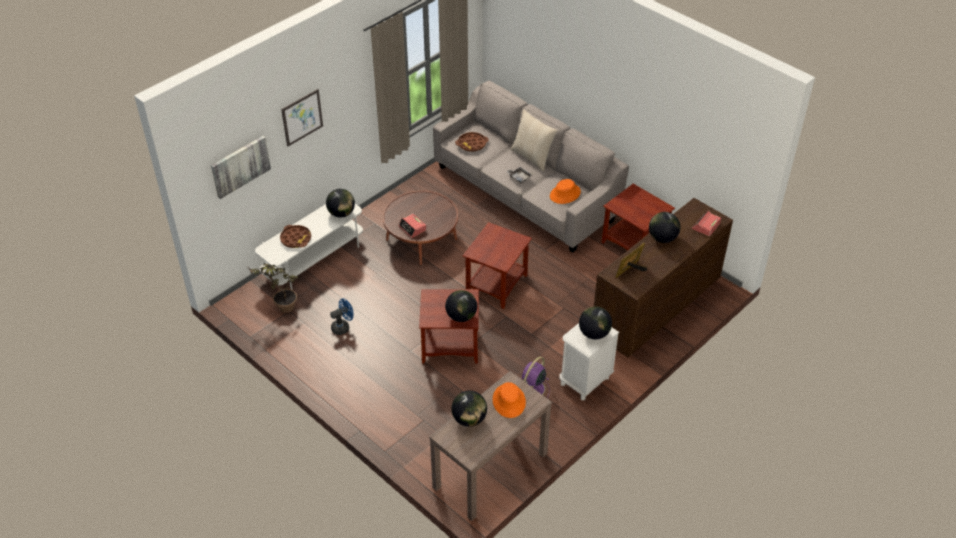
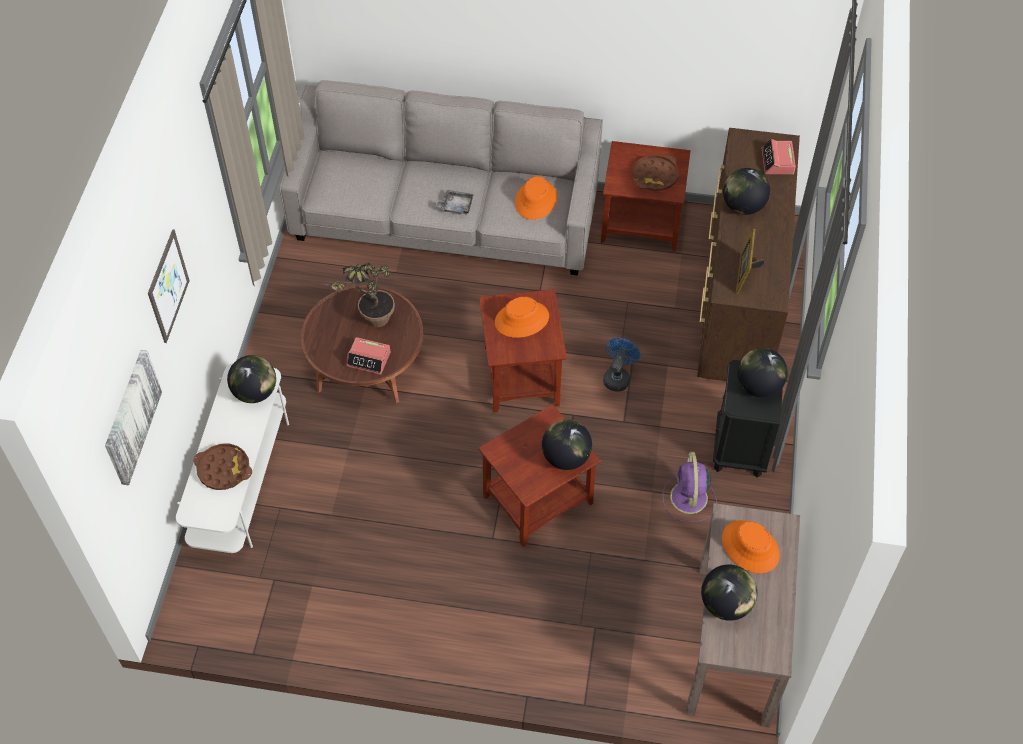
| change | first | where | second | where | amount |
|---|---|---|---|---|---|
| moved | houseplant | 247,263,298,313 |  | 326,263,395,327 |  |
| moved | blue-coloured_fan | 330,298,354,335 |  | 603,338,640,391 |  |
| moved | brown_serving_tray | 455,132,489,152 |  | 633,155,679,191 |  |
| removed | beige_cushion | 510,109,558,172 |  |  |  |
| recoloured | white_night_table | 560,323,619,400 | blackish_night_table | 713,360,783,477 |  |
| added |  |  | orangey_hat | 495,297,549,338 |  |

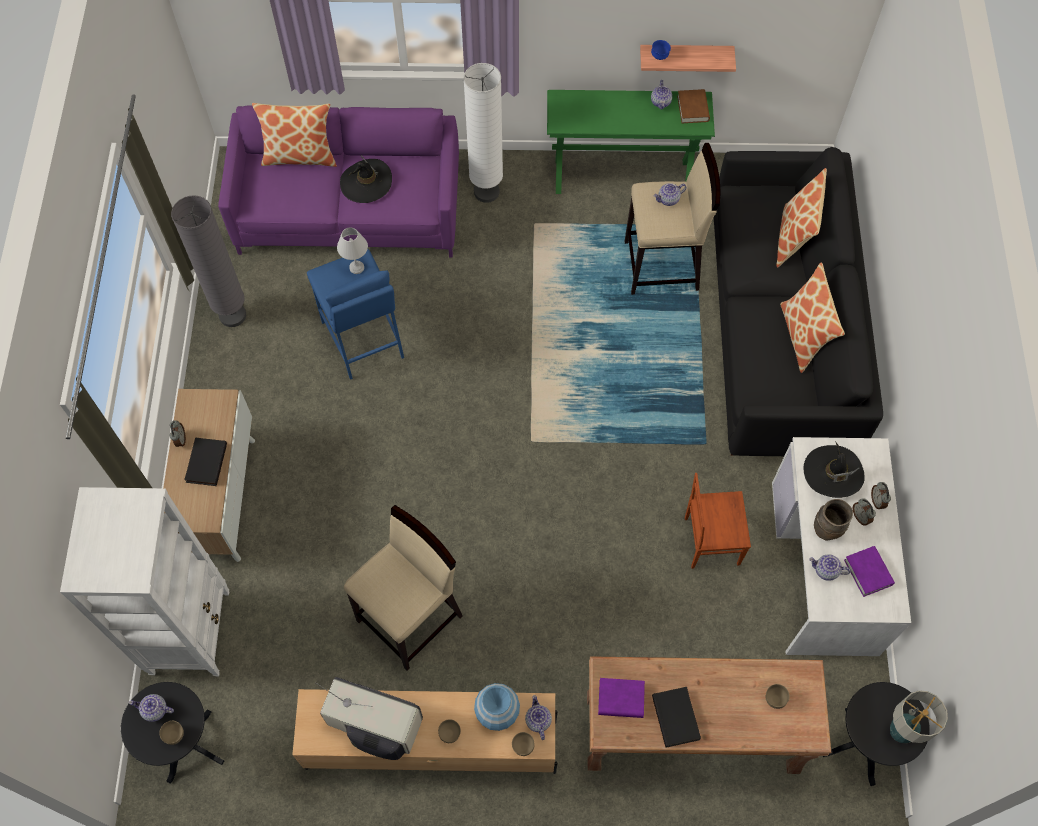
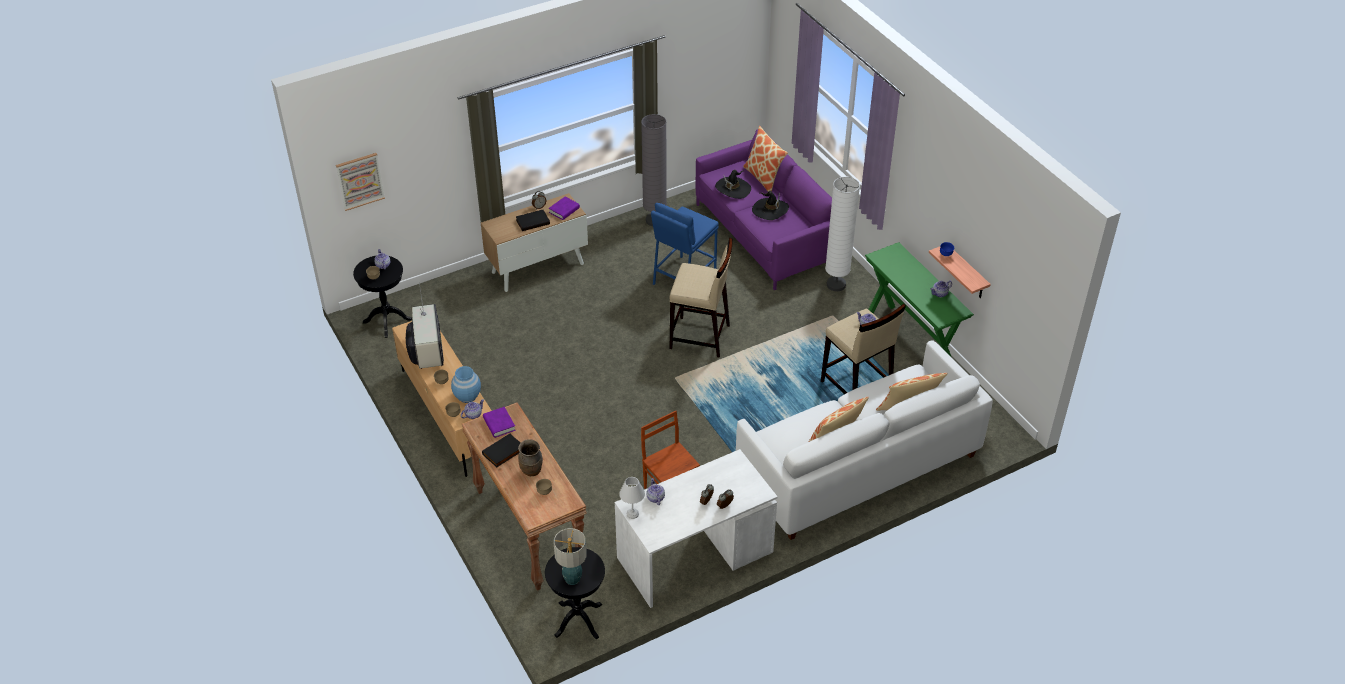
| change | first | where | second | where | amount |
|---|---|---|---|---|---|
| removed | white_shelving_unit | 60,487,229,676 |  |  |  |
| moved | white_lamp_for_a_table | 337,227,368,274 |  | 619,477,645,519 |  |
| moved | beige_stool | 344,505,463,671 |  | 669,238,732,358 |  |
| removed | brown_book | 677,89,710,123 |  |  |  |
| recoloured | blackish_settee | 714,147,883,456 | white_settee | 736,340,993,540 |  |
| moved | blackish_hat | 804,441,865,498 |  | 715,170,751,199 |  |
| moved | brown_decorative_vase | 814,499,853,540 |  | 518,439,543,476 |  |
| moved | purple-coloured_book | 844,546,895,597 |  | 549,197,580,220 |  |
| added |  |  | wall_picture | 336,153,385,211 |  |

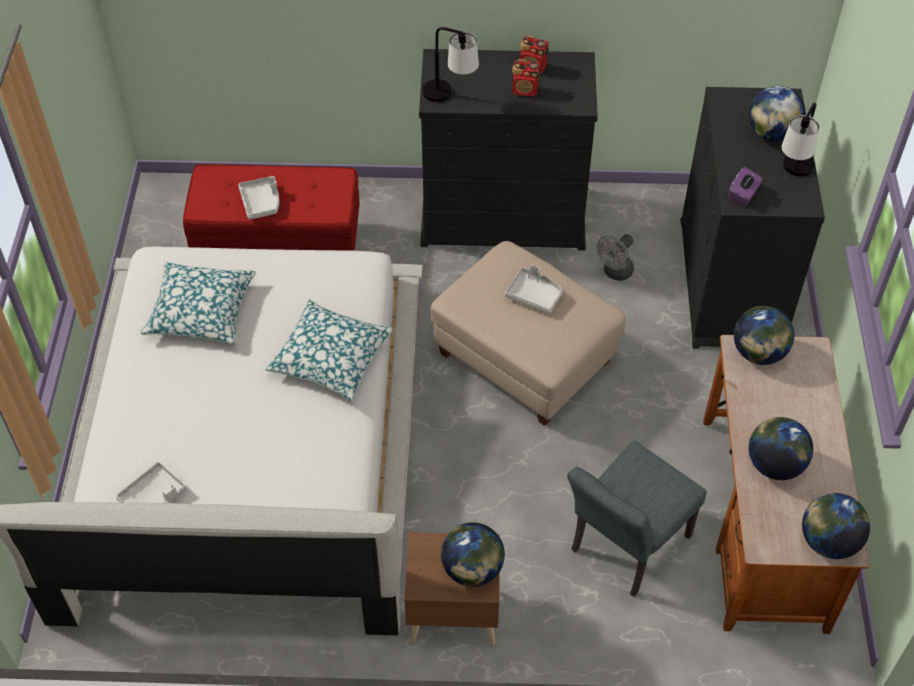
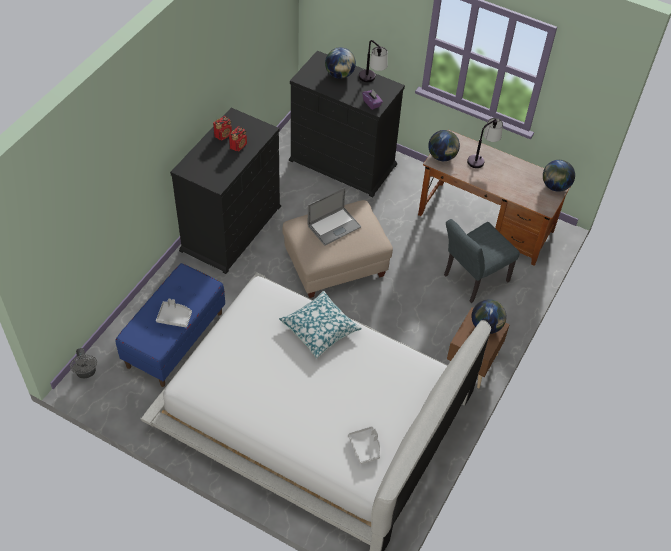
| change | first | where | second | where | amount |
|---|---|---|---|---|---|
| removed | cushion | 140,262,256,344 |  |  |  |
| recoloured | red-coloured_long_seat | 183,164,360,251 | blue-coloured_long_seat | 116,263,225,387 |  |
| moved | lamp_for_a_table | 422,27,479,102 |  | 467,118,503,168 |  |
| replaced | gray_serving_tray | 505,264,563,314 | laptop | 308,187,361,246 |  |
| turned | gray_plain_chair | 567,441,707,597 |  | 444,219,520,303 | 75 degrees clockwise |
| moved | gray_fan | 597,234,634,281 |  | 70,348,97,379 |  |
| removed | world_globe | 749,417,813,480 |  |  |  |

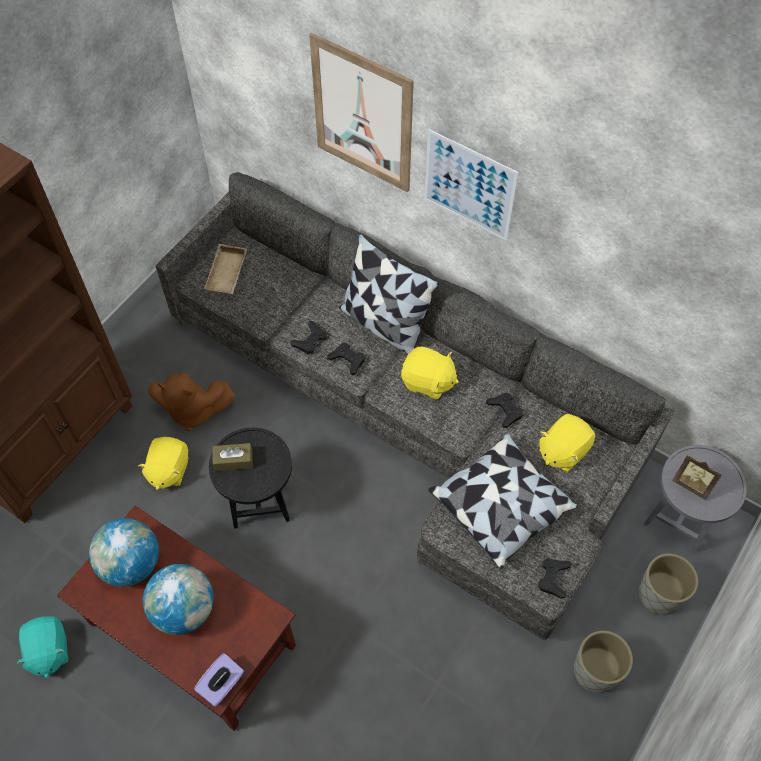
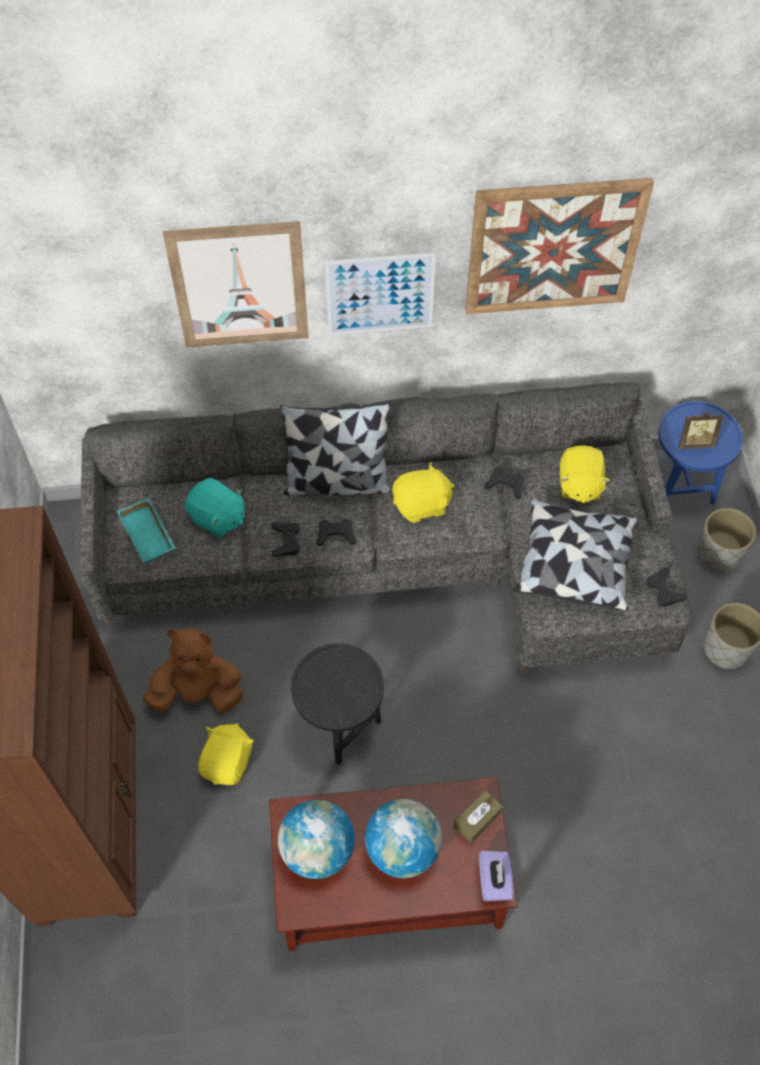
| change | first | where | second | where | amount |
|---|---|---|---|---|---|
| moved | turquoise_cuddly_toy | 16,616,68,678 |  | 184,478,244,538 |  |
| turned | yellowish_cuddly_toy | 138,437,188,490 |  | 198,723,254,785 | 135 degrees counterclockwise |
| turned | brown_cuddly_toy | 148,372,235,431 |  | 143,628,243,713 | 150 degrees counterclockwise |
| recoloured | beige_serving_tray | 204,244,247,294 | turquoise_serving_tray | 117,498,176,564 |  |
| moved | brown_box_of_tissues | 212,443,253,471 |  | 454,790,503,843 |  |
| recoloured | gray_end_table | 644,445,747,554 | blue-coloured_end_table | 658,401,743,504 |  |
| added |  |  | wall_picture | 465,178,654,314 |  |

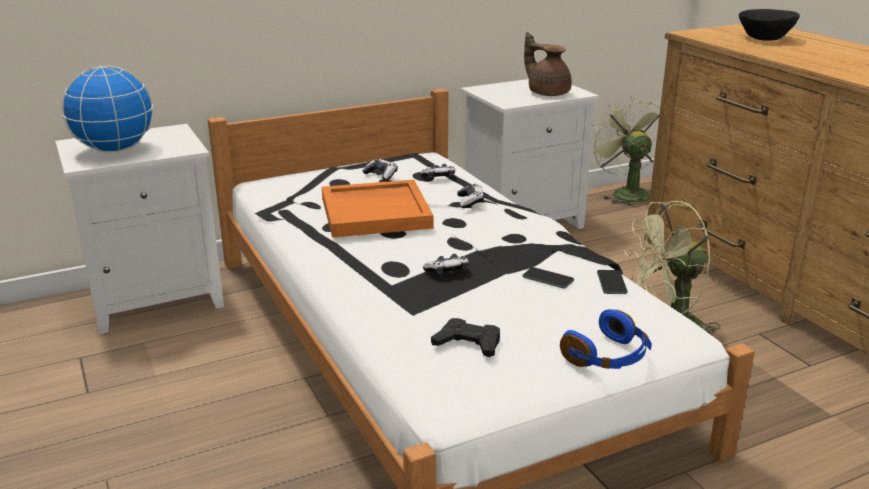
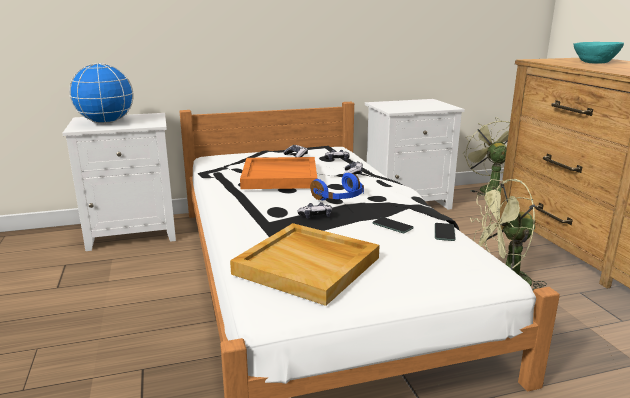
| change | first | where | second | where | amount |
|---|---|---|---|---|---|
| replaced | blackish_game_controller | 431,318,500,357 | beige_serving_tray | 230,223,380,306 |  |
| removed | brown_teapot | 524,32,572,96 |  |  |  |
| moved | blue-coloured_pair_of_headphones | 560,309,652,369 |  | 311,173,364,200 |  |
| recoloured | blackish_serving_bowl | 739,9,800,41 | turquoise_serving_bowl | 573,42,624,63 |  |

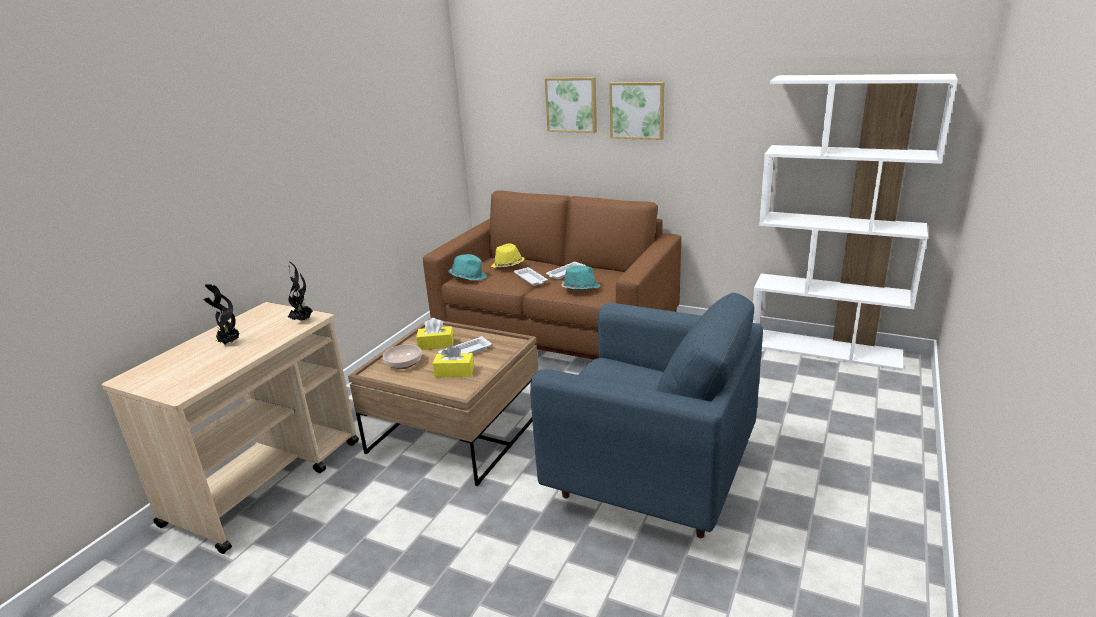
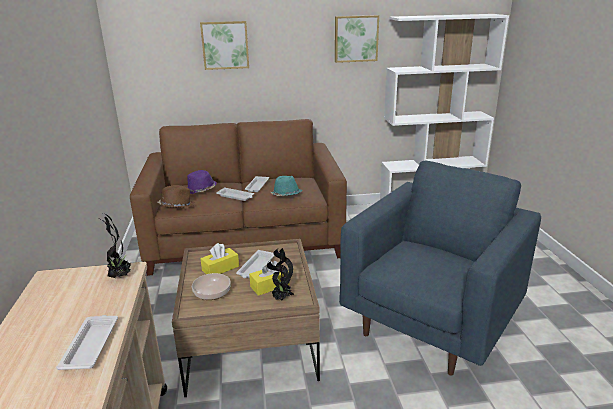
| change | first | where | second | where | amount |
|---|---|---|---|---|---|
| moved | houseplant | 204,284,239,345 |  | 267,248,294,300 |  |
| recoloured | turquoise_hat | 448,254,487,280 | brown_hat | 157,185,195,208 |  |
| recoloured | yellowish_hat | 491,244,525,268 | purple-coloured_hat | 187,170,217,194 |  |
| turned | blue-coloured_easy_chair | 530,292,763,538 |  | 339,161,541,376 | 45 degrees counterclockwise |
| moved | wall_picture | 610,82,664,140 |  | 335,15,379,63 |  |
| added |  |  | white_serving_tray | 56,315,118,370 |  |

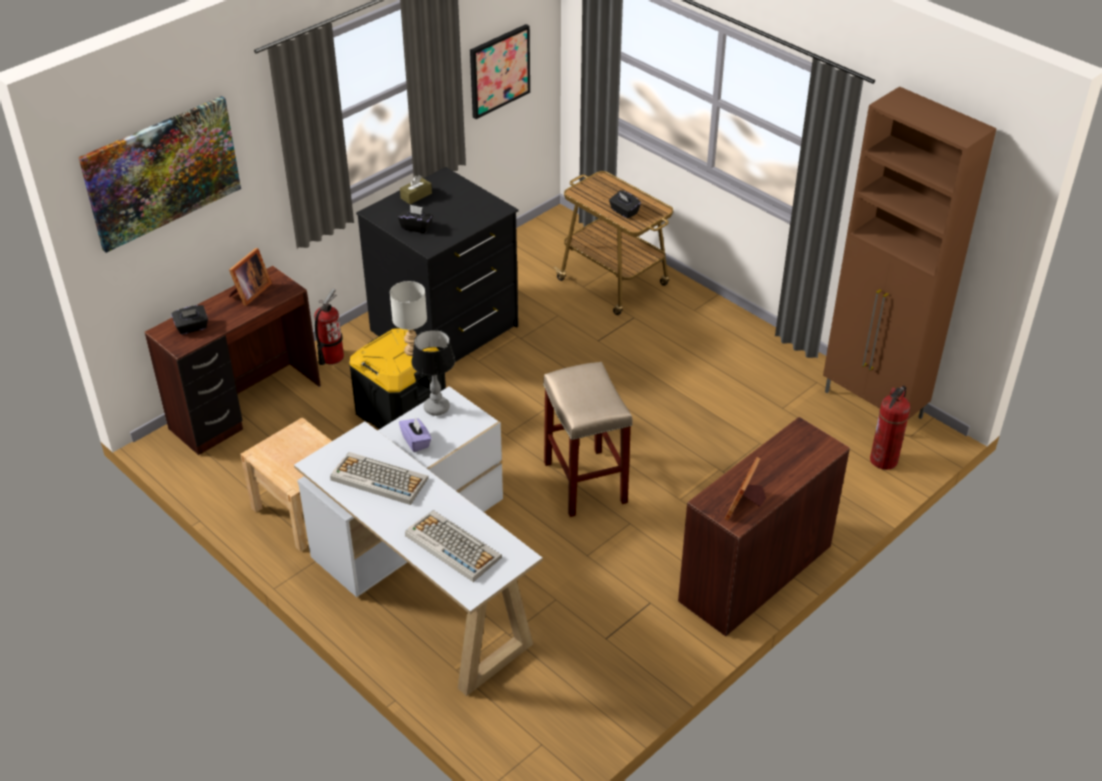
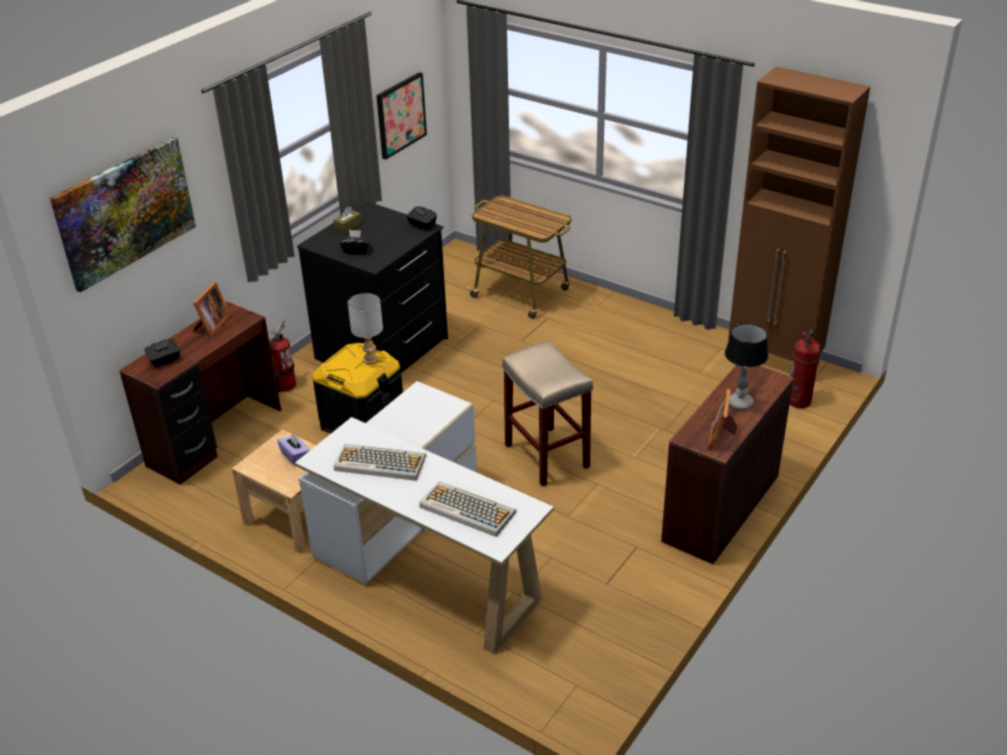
| change | first | where | second | where | amount |
|---|---|---|---|---|---|
| moved | purple-coloured_box_of_tissues | 399,417,432,452 |  | 277,433,310,465 |  |
| moved | lamp_for_a_table | 411,329,455,416 |  | 725,323,768,410 |  |
| moved | blackish_box_of_tissues | 609,190,641,219 |  | 406,206,437,231 |  |

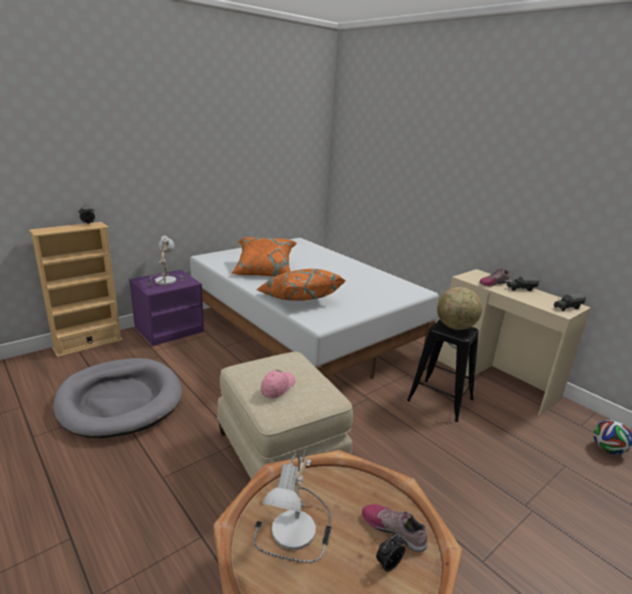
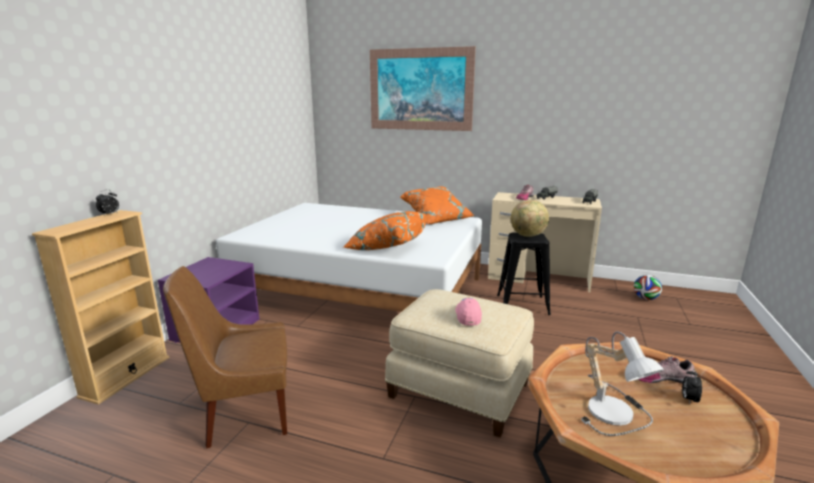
| change | first | where | second | where | amount |
|---|---|---|---|---|---|
| replaced | gray_pet_bed | 53,358,182,438 | brown_plain_chair | 163,266,287,449 |  |
| removed | lamp_for_a_table | 147,236,184,286 |  |  |  |
| moved | orangey_cushion | 231,237,297,276 |  | 400,186,474,224 |  |
| added |  |  | wall_picture | 370,46,476,131 |  |

